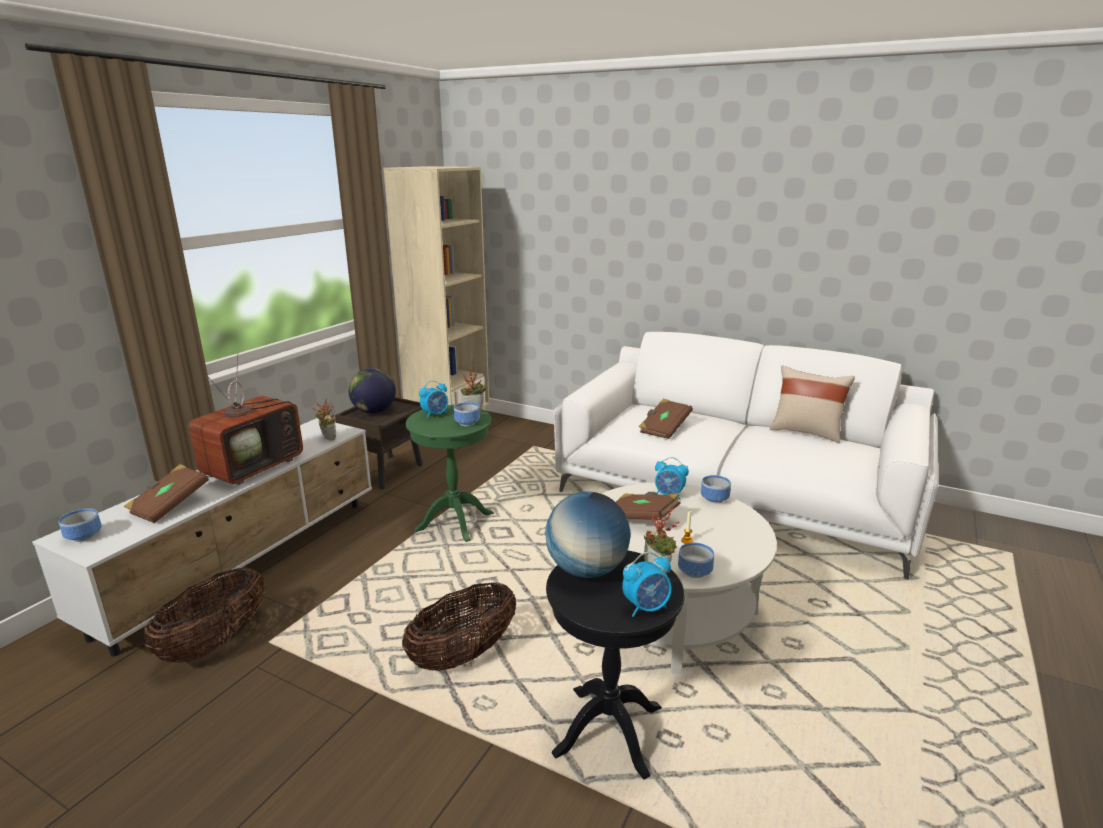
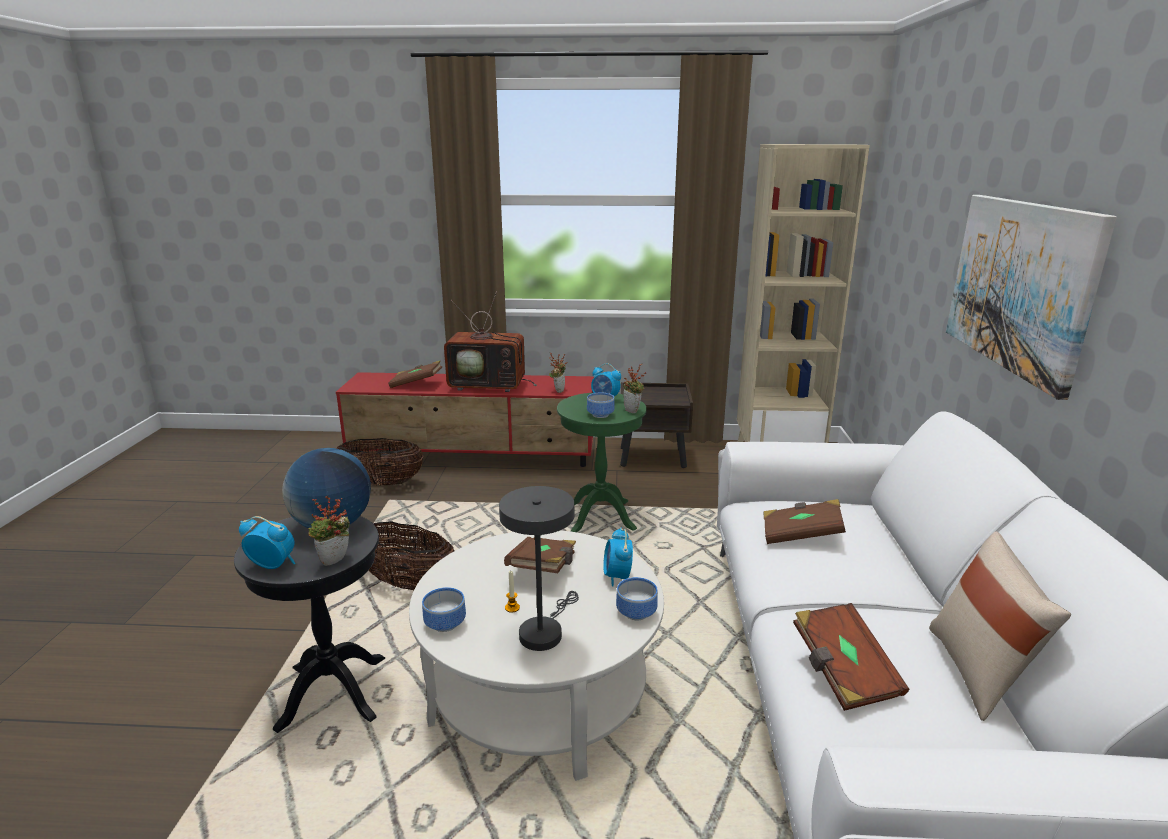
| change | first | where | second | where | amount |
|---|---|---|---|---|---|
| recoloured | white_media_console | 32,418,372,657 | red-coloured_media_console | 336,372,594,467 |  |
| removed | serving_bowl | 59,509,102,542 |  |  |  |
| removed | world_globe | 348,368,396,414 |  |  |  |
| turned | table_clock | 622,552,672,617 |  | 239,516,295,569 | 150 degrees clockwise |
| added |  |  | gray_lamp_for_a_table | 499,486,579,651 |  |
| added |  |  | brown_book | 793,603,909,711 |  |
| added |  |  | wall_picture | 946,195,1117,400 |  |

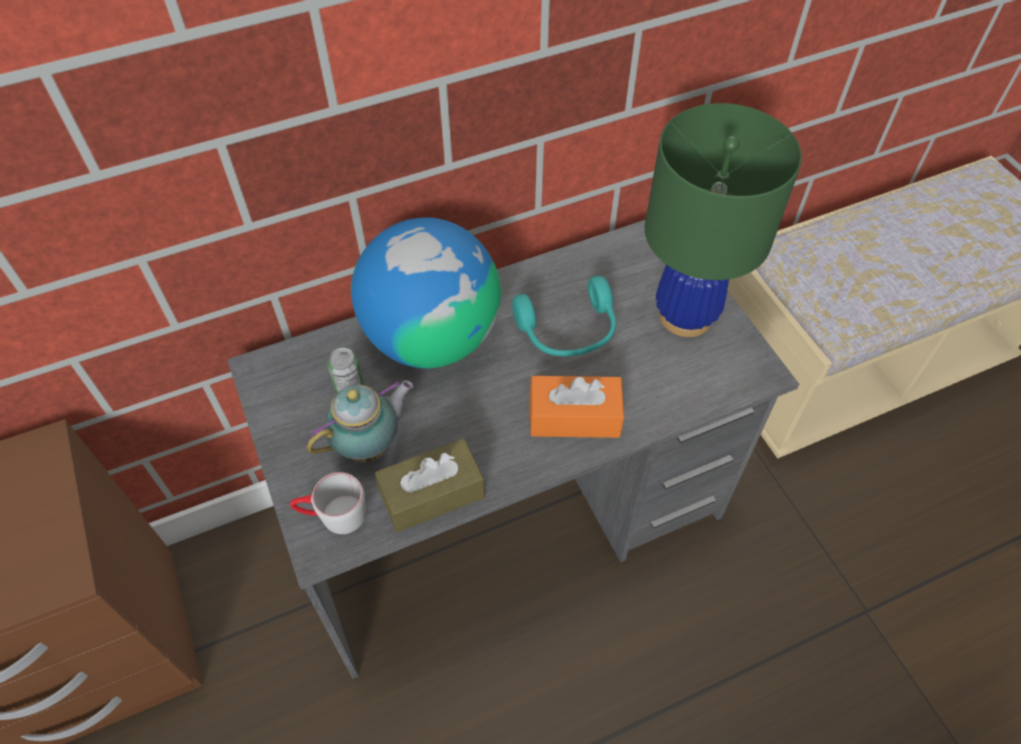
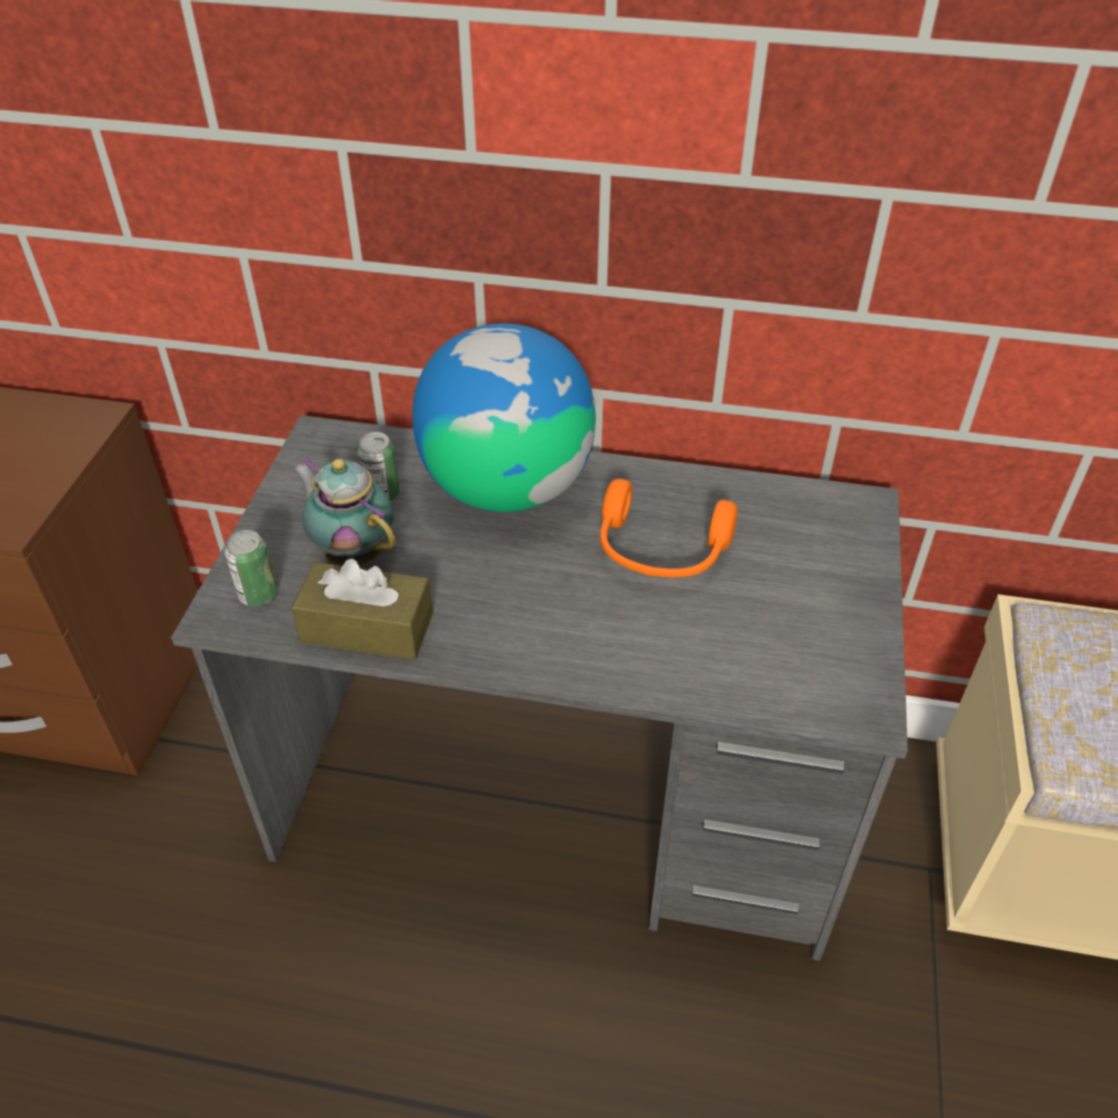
| change | first | where | second | where | amount |
|---|---|---|---|---|---|
| replaced | gray_coffee_mug | 290,472,366,534 | metal_can | 225,530,277,606 |  |
| turned | teapot | 307,380,414,462 |  | 293,458,396,566 | 135 degrees counterclockwise |
| recoloured | turquoise_pair_of_headphones | 512,276,616,356 | orangey_pair_of_headphones | 600,479,738,577 |  |
| removed | orangey_box_of_tissues | 530,376,624,438 |  |  |  |
| removed | green-coloured_lamp_for_a_table | 645,103,802,337 |  |  |  |

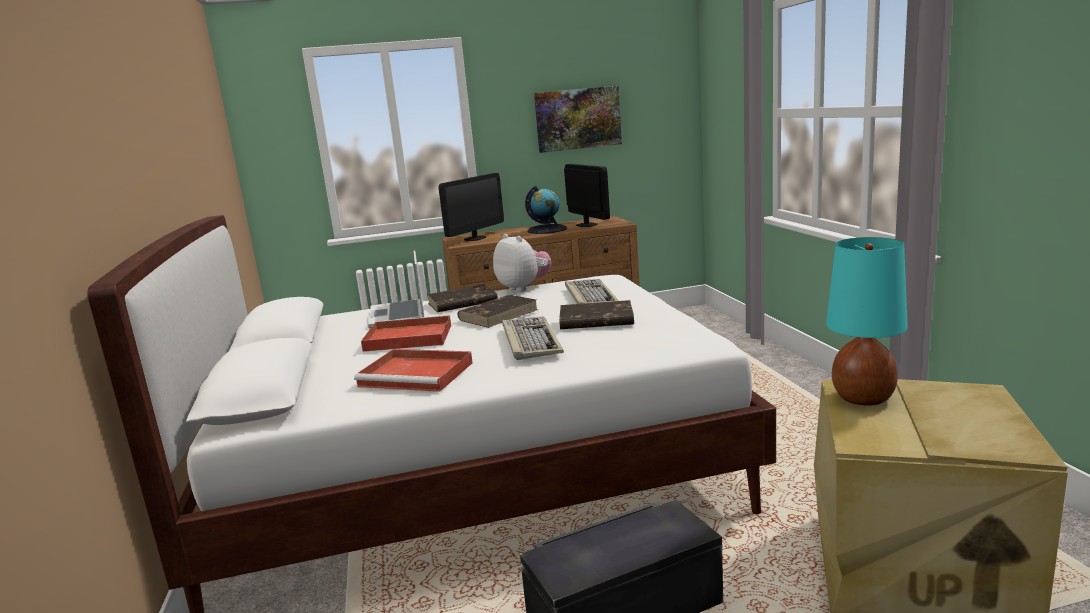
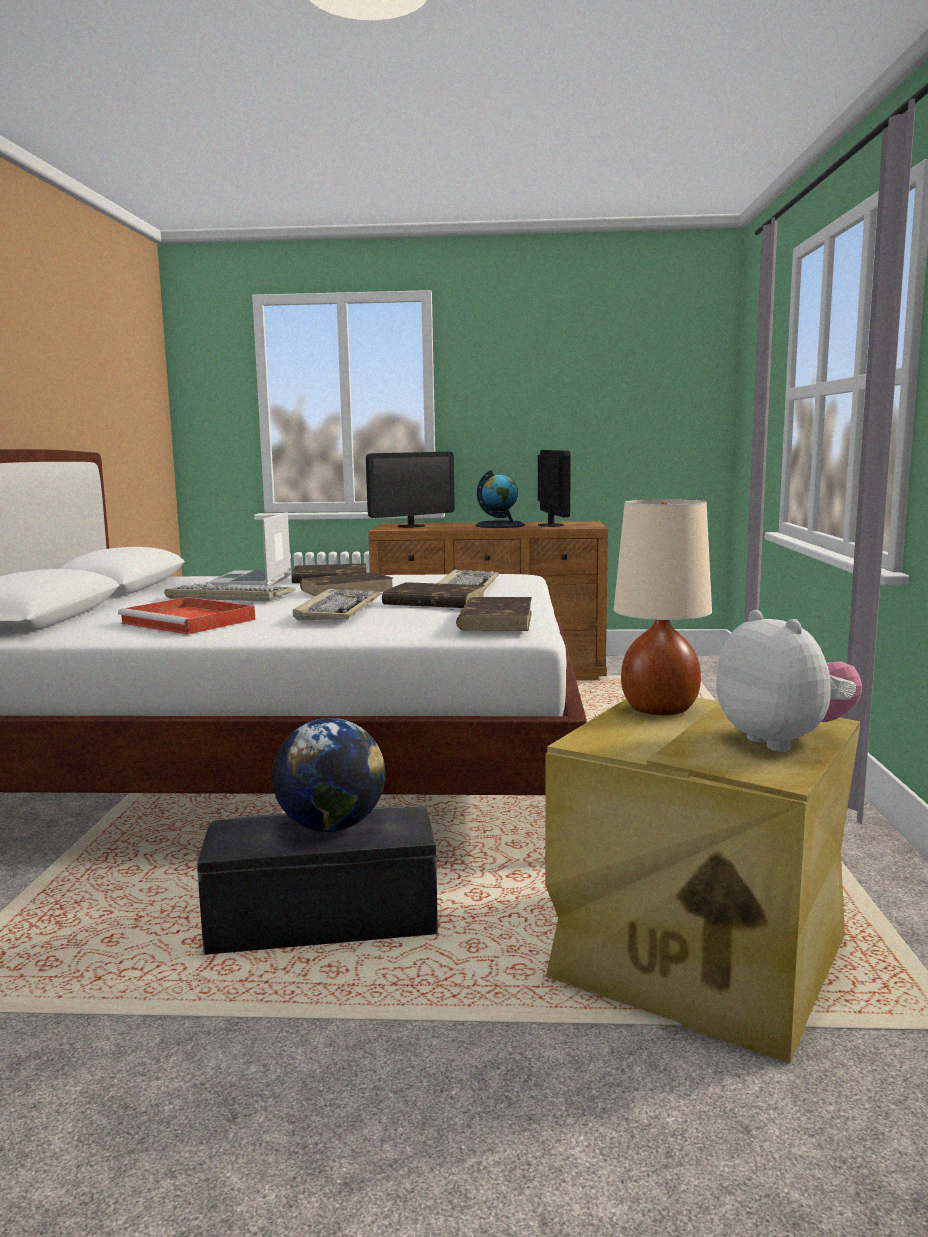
| change | first | where | second | where | amount |
|---|---|---|---|---|---|
| replaced | red-coloured_serving_tray | 361,315,451,352 | computer_keyboard | 164,583,295,602 |  |
| moved | cuddly_toy | 493,234,551,292 |  | 716,610,862,752 |  |
| removed | wall_picture | 534,86,622,153 |  |  |  |
| recoloured | turquoise_lamp_for_a_table | 826,237,908,406 | beige_lamp_for_a_table | 614,499,712,715 |  |
| added |  |  | world_globe | 272,718,385,832 |  |
| added |  |  | brown_book | 456,597,532,631 |  |

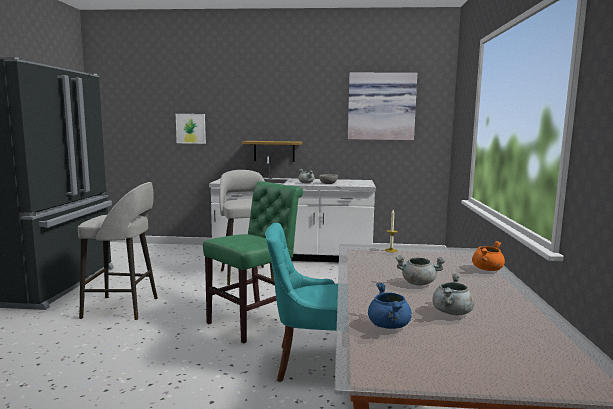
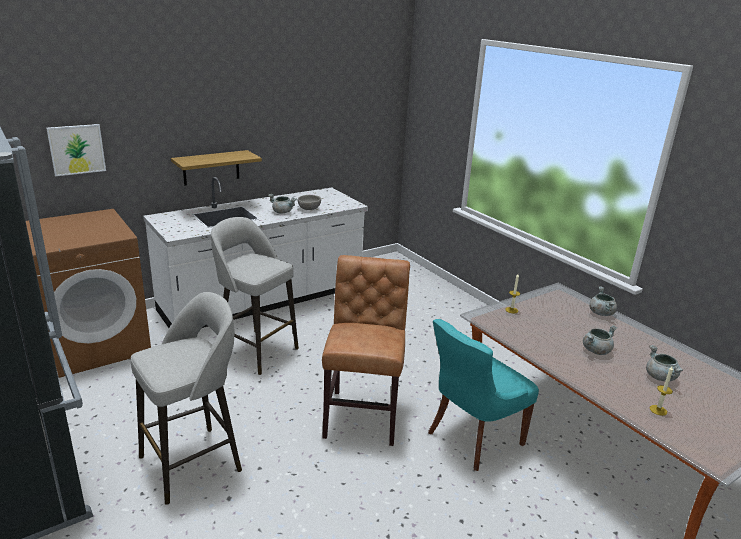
| change | first | where | second | where | amount |
|---|---|---|---|---|---|
| recoloured | green-coloured_plain_chair | 203,181,303,344 | brown_plain_chair | 322,255,410,446 |  |
| removed | wall_picture | 348,73,417,140 |  |  |  |
| replaced | blue-coloured_saucepot | 368,283,412,329 | wax_light | 650,365,673,416 |  |
| recoloured | orangey_saucepot | 472,241,505,271 | gray_saucepot | 589,286,617,316 |  |
| added |  |  | brown_laundry_appliance | 26,209,151,378 |  |

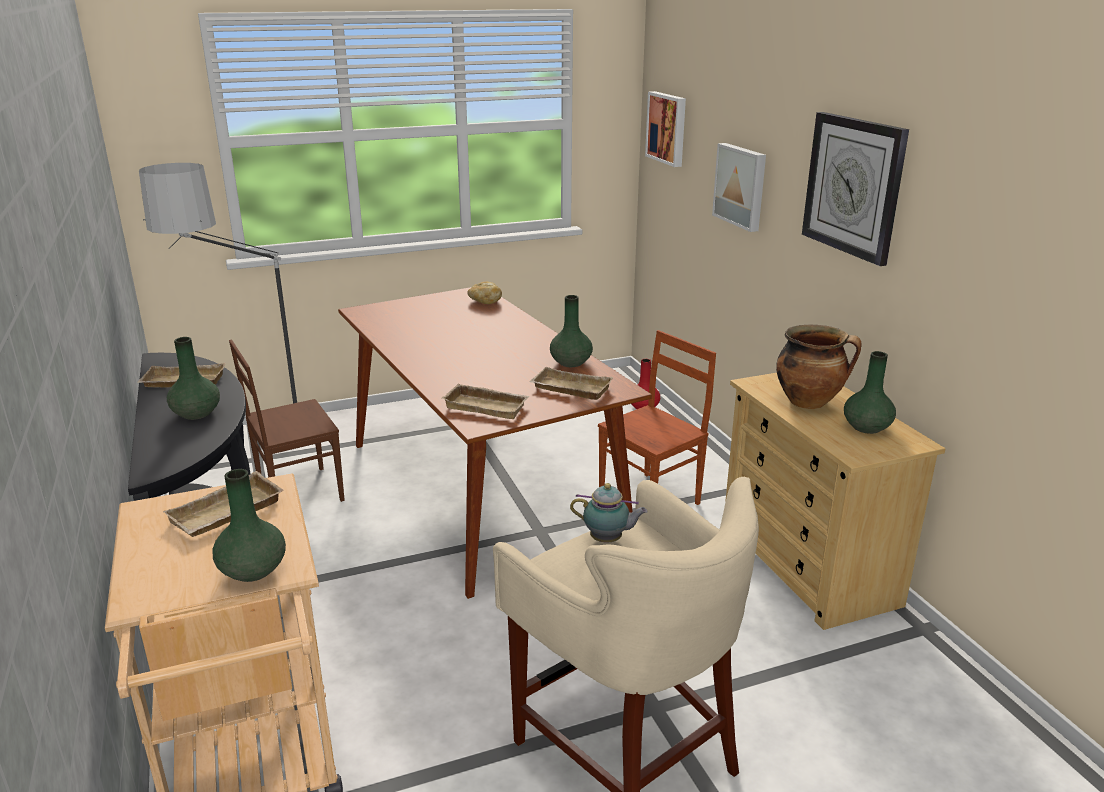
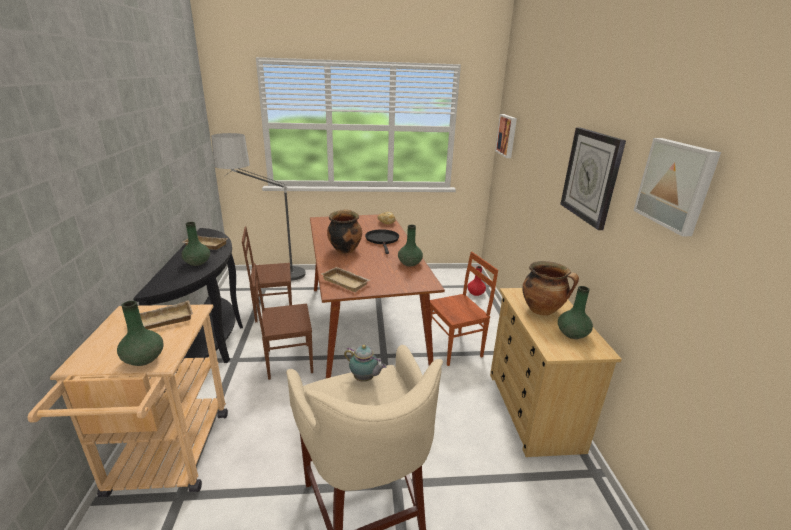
| change | first | where | second | where | amount |
|---|---|---|---|---|---|
| removed | beige_serving_tray | 529,367,614,400 |  |  |  |
| moved | wall_picture | 712,143,766,232 |  | 633,138,721,236 |  |
| added |  |  | brown_plain_chair | 253,263,313,380 |  |
| added |  |  | saucepot | 327,209,362,254 |  |
| added |  |  | blackish_frying_pan | 365,229,399,254 |  |

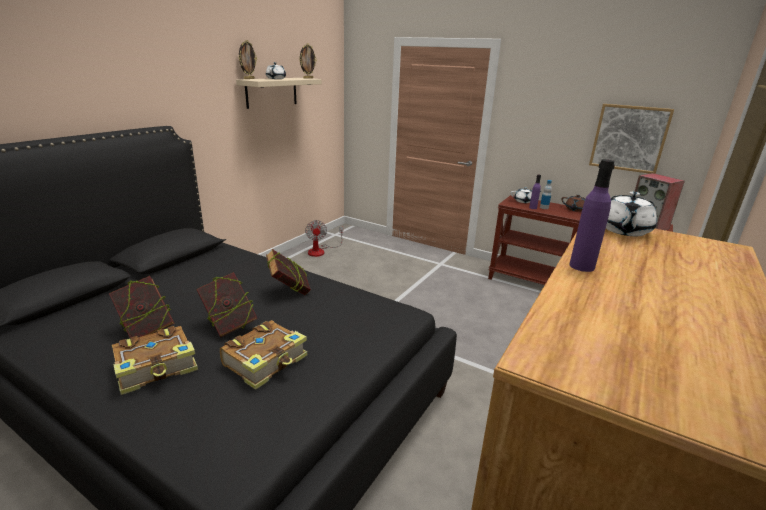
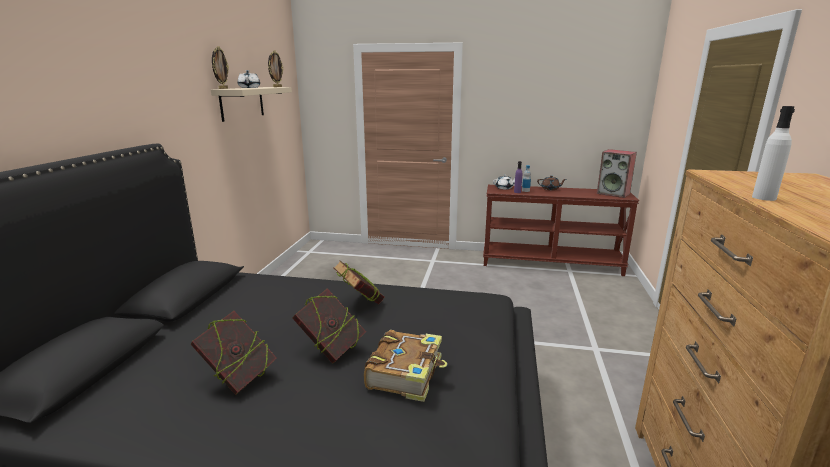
| change | first | where | second | where | amount |
|---|---|---|---|---|---|
| removed | book | 112,326,198,395 |  |  |  |
| removed | fan | 305,220,343,257 |  |  |  |
| recoloured | purple-coloured_drink_bottle | 569,159,615,272 | white_drink_bottle | 752,106,795,201 |  |
| removed | wall_picture | 589,104,674,174 |  |  |  |
| removed | white_teapot | 606,192,657,236 |  |  |  |

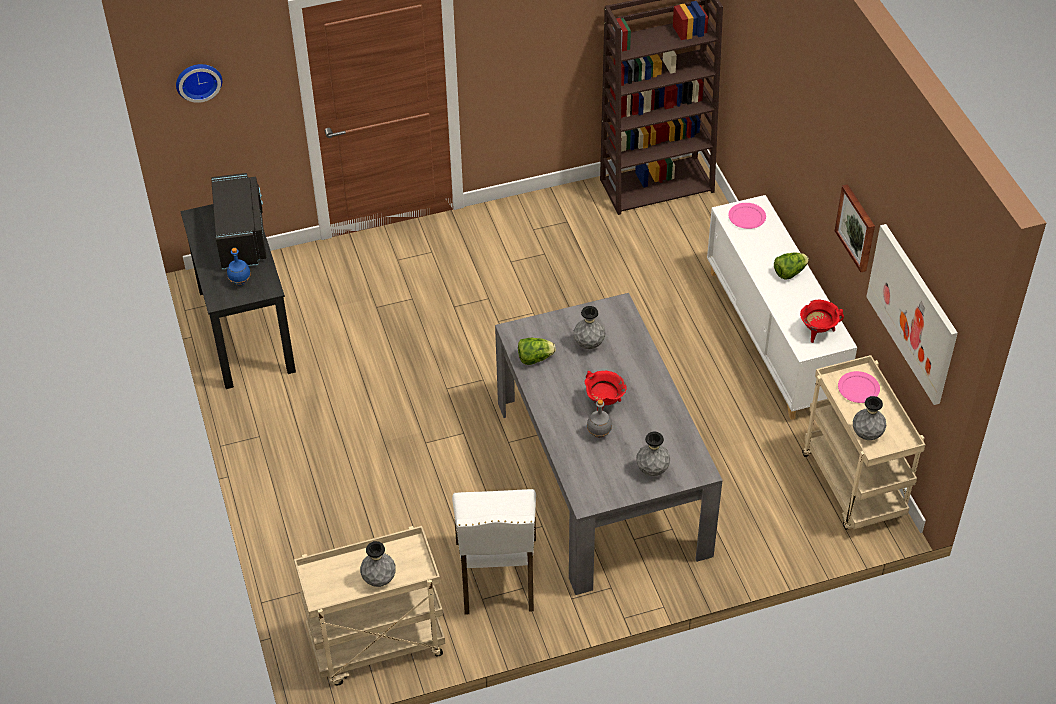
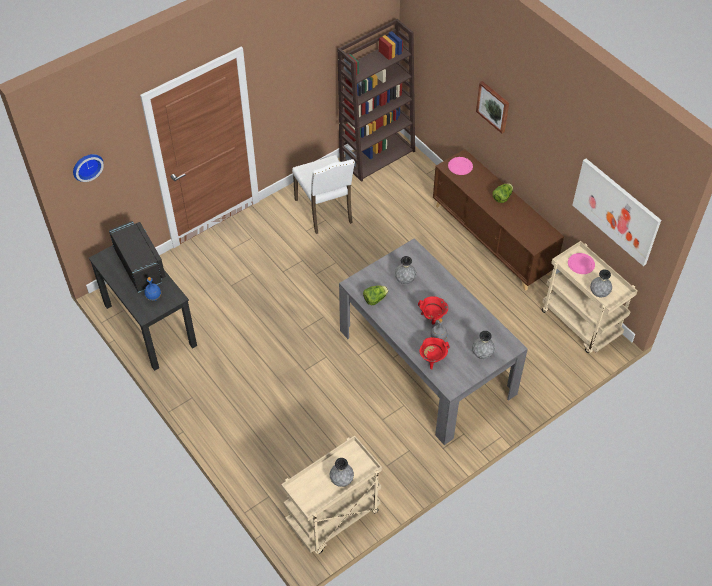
| change | first | where | second | where | amount |
|---|---|---|---|---|---|
| moved | white_plain_chair | 452,489,536,615 |  | 292,155,355,234 |  |
| recoloured | white_cupboard | 707,195,857,420 | brown_cupboard | 433,149,564,291 |  |
| moved | red-coloured_saucepot | 800,300,844,343 |  | 419,337,449,370 |  |
| moved | wall_picture | 835,184,875,272 |  | 476,81,509,133 |  |

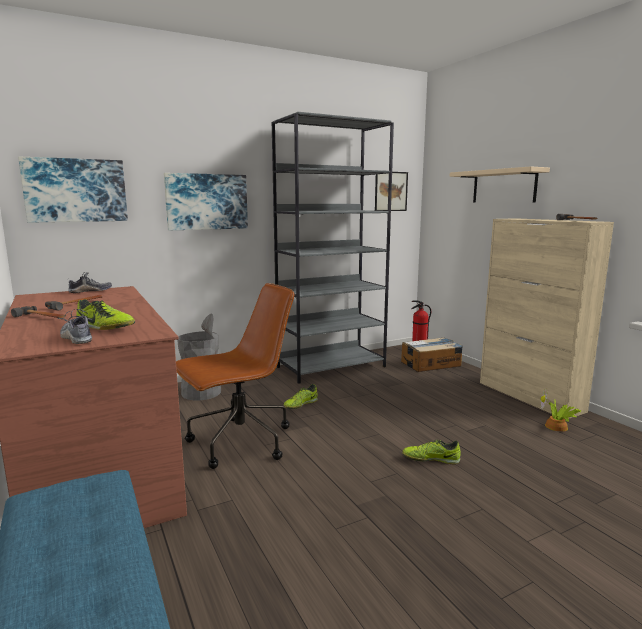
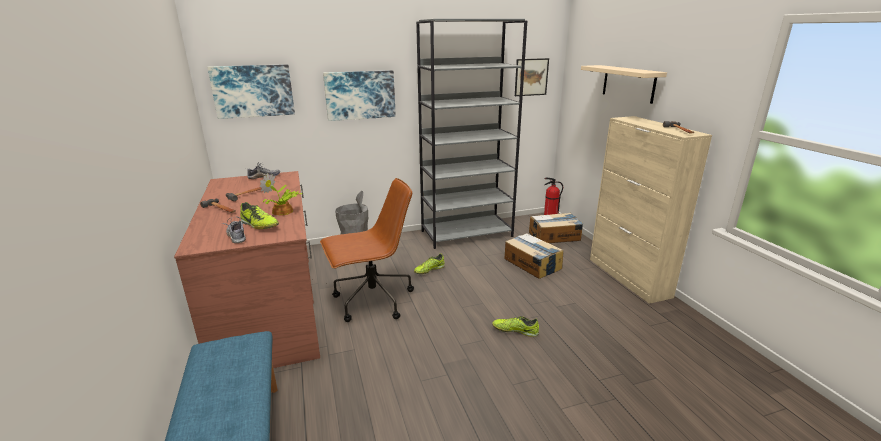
| change | first | where | second | where | amount |
|---|---|---|---|---|---|
| moved | houseplant | 540,389,581,432 |  | 260,173,303,216 |  |
| added |  |  | packing_box | 505,233,564,279 |  |

